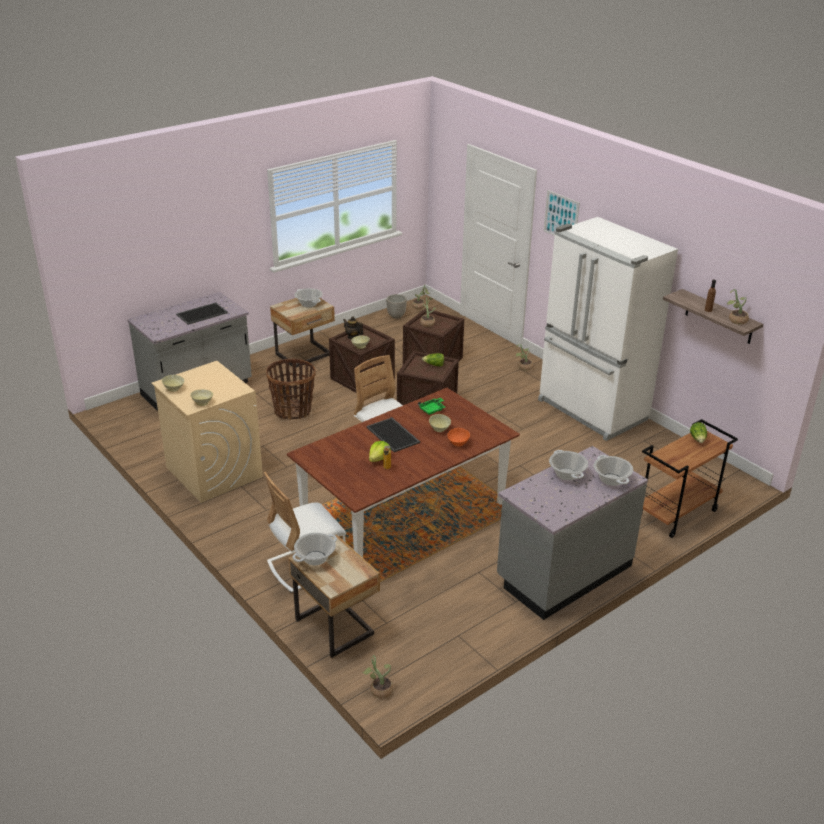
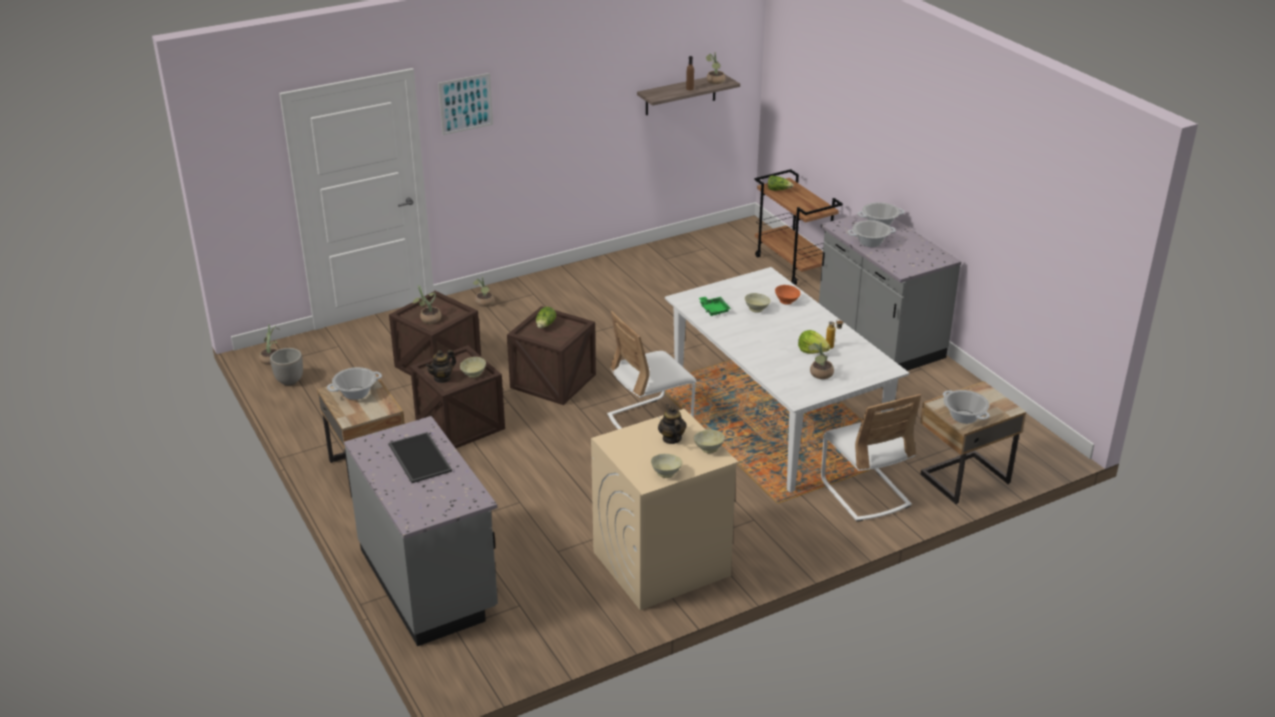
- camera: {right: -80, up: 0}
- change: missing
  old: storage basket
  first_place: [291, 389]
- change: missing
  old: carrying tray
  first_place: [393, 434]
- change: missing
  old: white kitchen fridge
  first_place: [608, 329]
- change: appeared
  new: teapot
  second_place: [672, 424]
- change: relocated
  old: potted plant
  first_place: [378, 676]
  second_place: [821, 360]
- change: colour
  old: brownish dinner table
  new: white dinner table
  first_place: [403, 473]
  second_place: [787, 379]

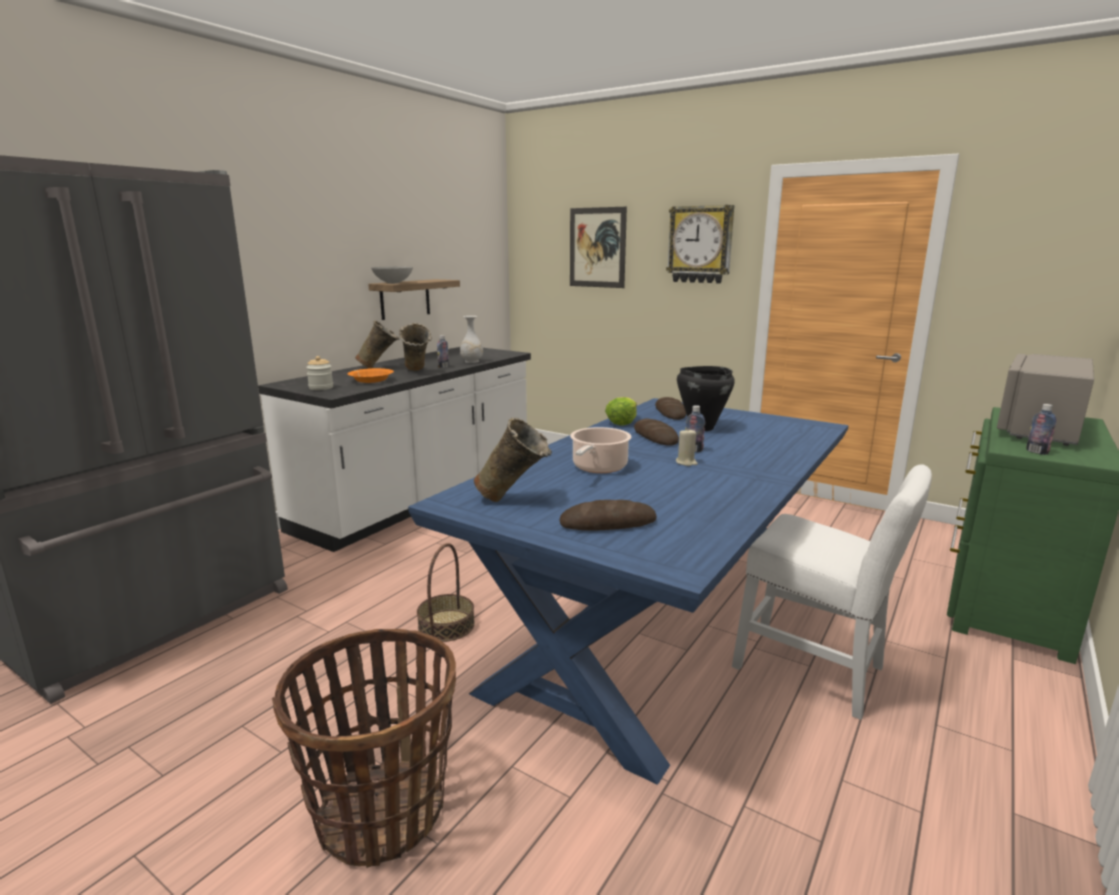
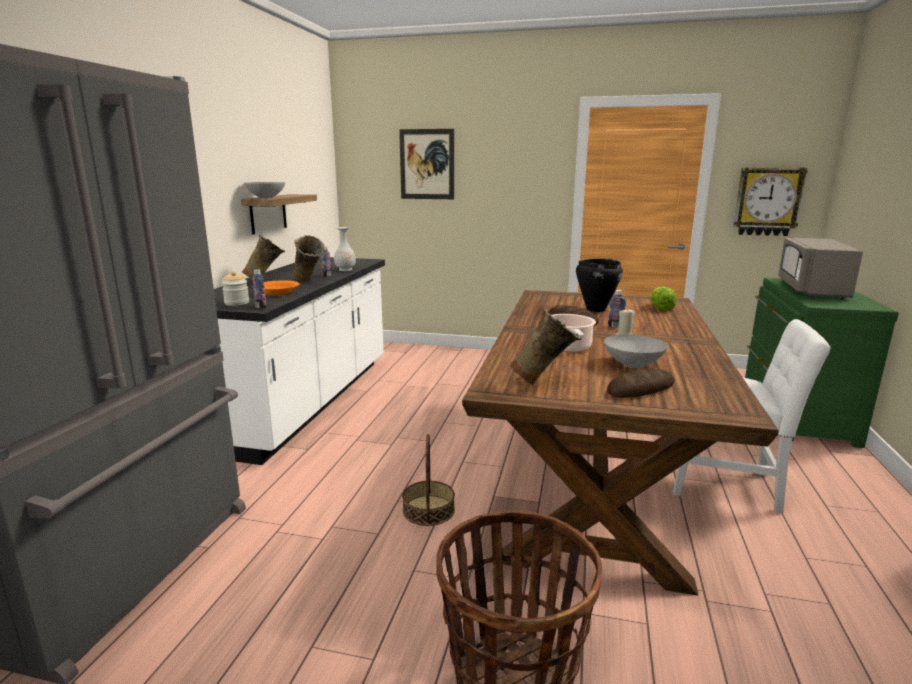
- camera: {right: -20, up: 0}
- change: missing
  old: baked bread
  first_place: [671, 408]
- change: appeared
  new: grey serving bowl
  second_place: [636, 351]
- change: relocated
  old: lettuce
  first_place: [621, 411]
  second_place: [663, 298]
- change: relocated
  old: clock on the wall
  first_place: [700, 244]
  second_place: [770, 202]
- change: relocated
  old: bottle
  first_place: [1041, 429]
  second_place: [259, 289]
- change: colour
  old: blue dinner table
  new: brownish dinner table
  first_place: [628, 591]
  second_place: [620, 443]

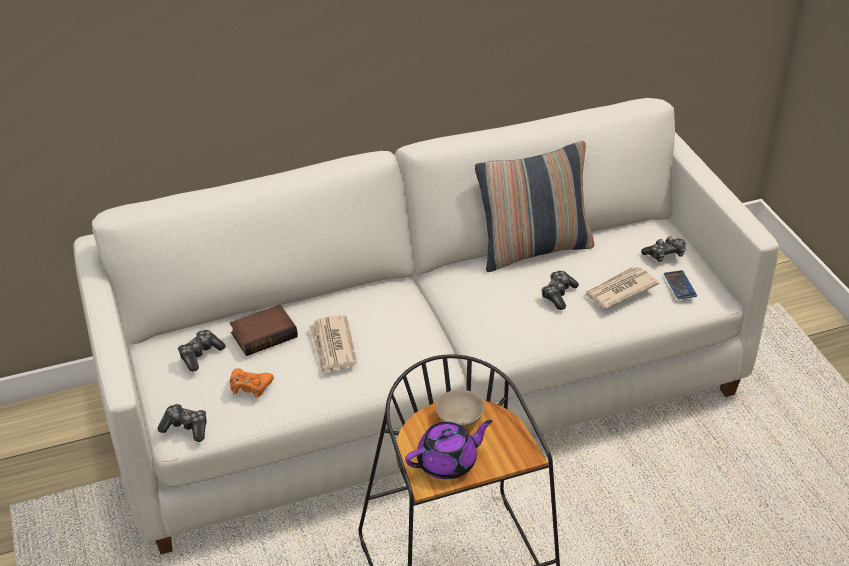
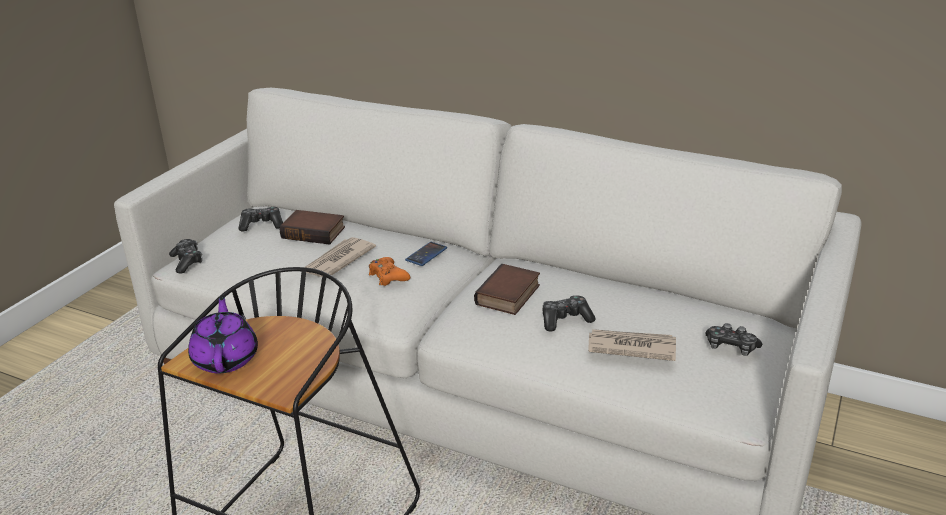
- camera: {right: 45, up: -10}
- change: missing
  old: beige serving bowl
  first_place: [460, 408]
- change: missing
  old: pillow
  first_place: [534, 206]
- change: appeared
  new: bound book
  second_place: [507, 289]
- change: relocated
  old: orange joypad
  first_place: [252, 383]
  second_place: [389, 271]
- change: relocated
  old: telephone
  first_place: [680, 284]
  second_place: [426, 254]
- change: spun
  old: purplish teapot
  first_place: [448, 449]
  second_place: [223, 334]
  degrees: -120

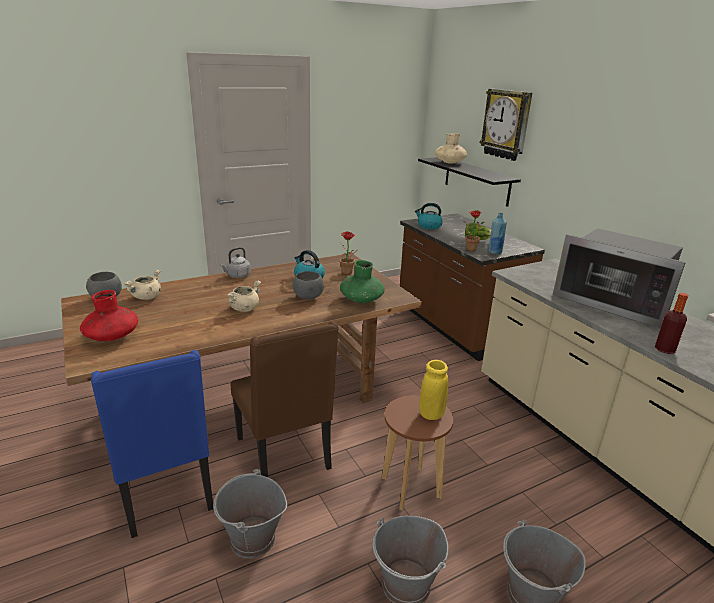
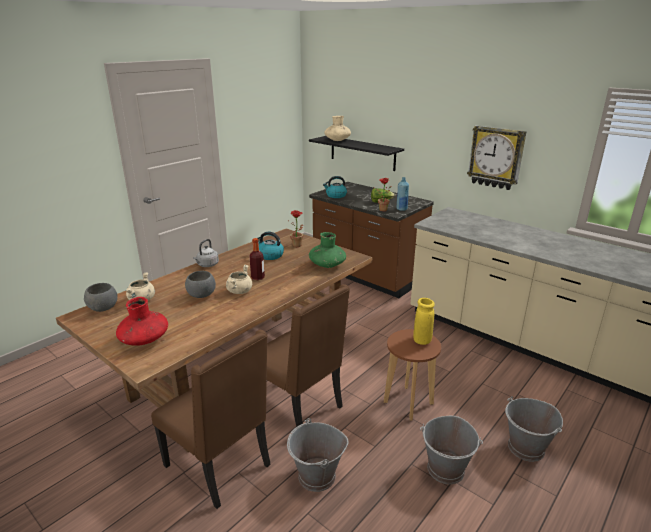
- camera: {right: -20, up: 0}
- change: missing
  old: microwave
  first_place: [619, 278]
- change: relocated
  old: grey serving bowl
  first_place: [308, 285]
  second_place: [200, 284]
- change: relocated
  old: clock on the wall
  first_place: [506, 125]
  second_place: [497, 157]
- change: relocated
  old: bottle
  first_place: [671, 323]
  second_place: [257, 259]
- change: colour
  old: blue plain chair
  new: brownish plain chair
  first_place: [152, 444]
  second_place: [210, 419]

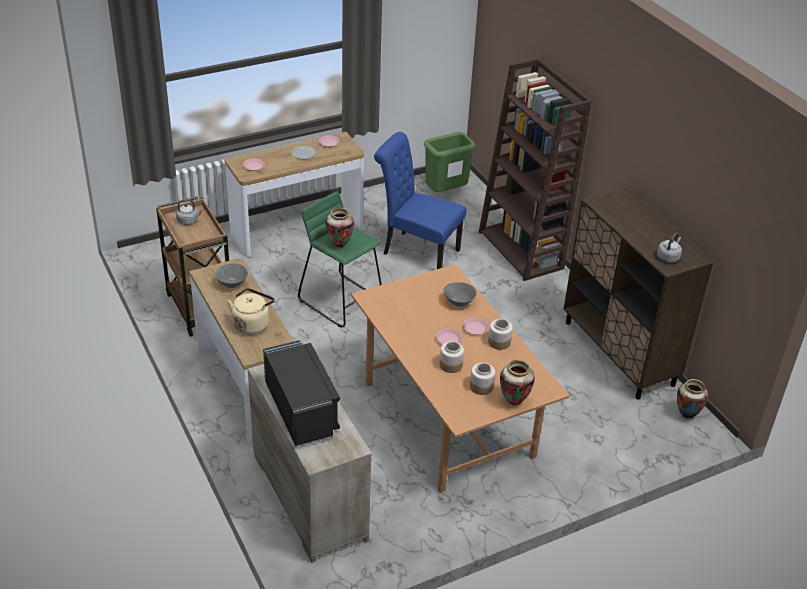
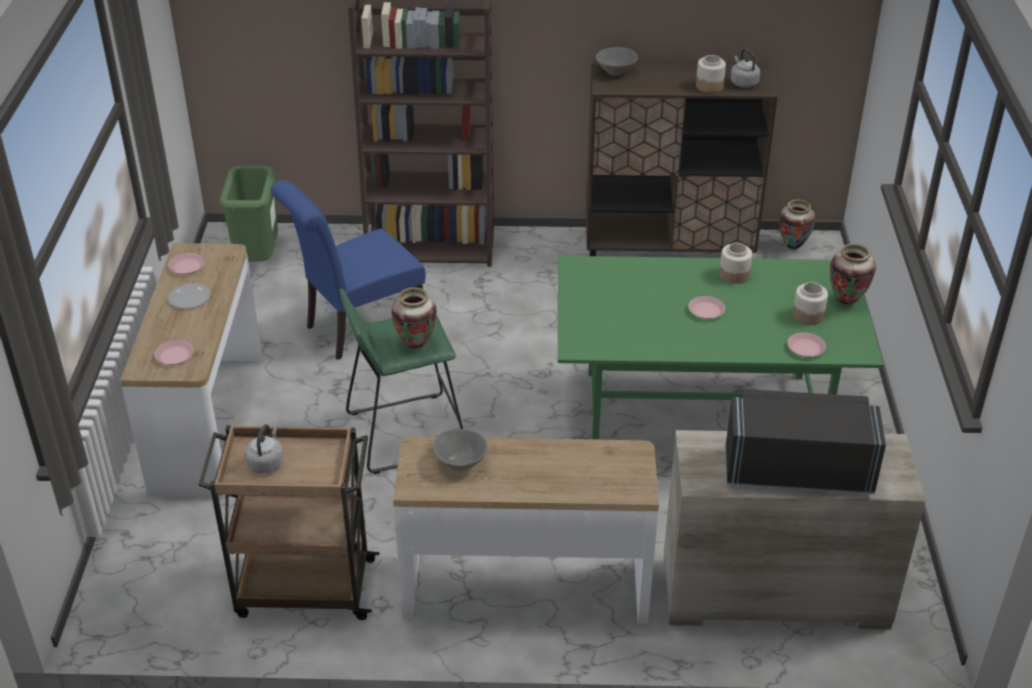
- camera: {right: -60, up: 0}
- change: missing
  old: beige kettle
  first_place: [251, 311]
- change: relocated
  old: storage jar
  first_place: [452, 357]
  second_place: [711, 74]
- change: relocated
  old: grey serving bowl
  first_place: [460, 294]
  second_place: [617, 61]
- change: relocated
  old: pink-coloured plate
  first_place: [475, 326]
  second_place: [806, 345]
- change: colour
  old: brownish dinner table
  new: green dinner table
  first_place: [460, 378]
  second_place: [721, 348]

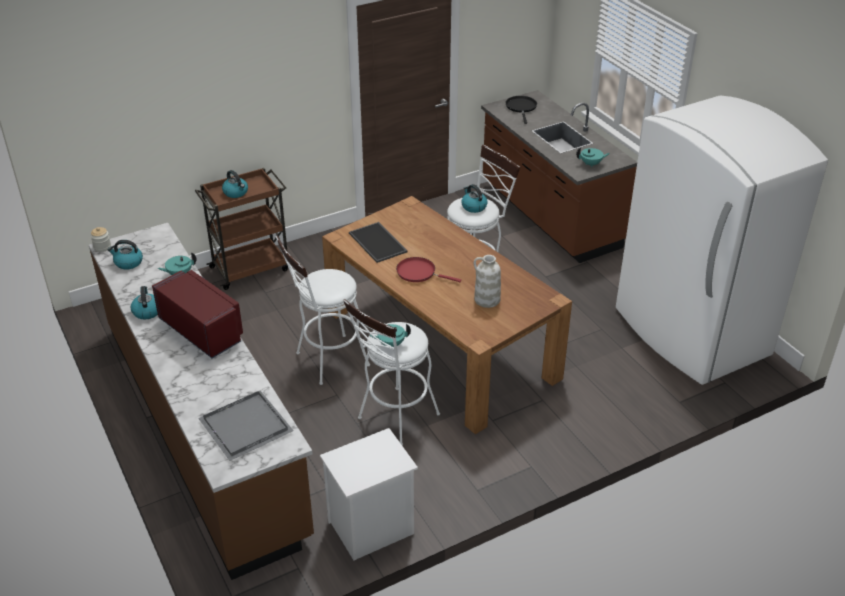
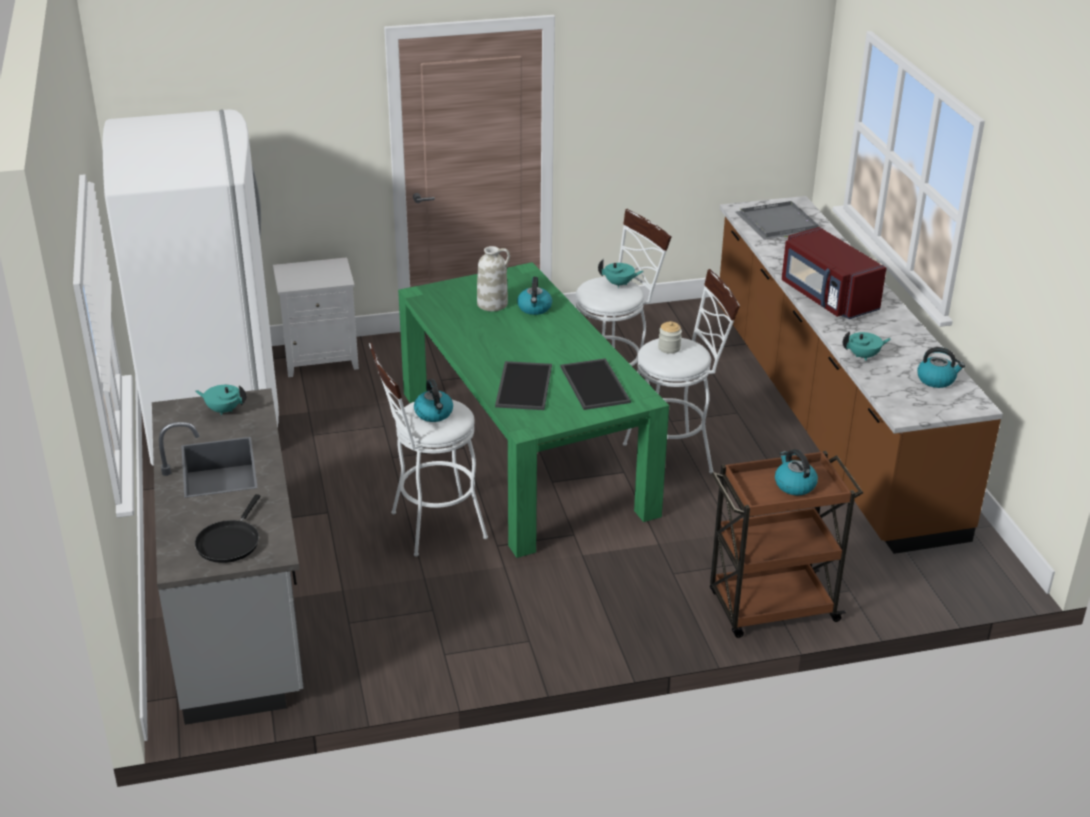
- camera: {right: -165, up: -5}
- change: missing
  old: reddish frying pan
  first_place: [428, 269]
- change: appeared
  new: carrying tray
  second_place: [523, 385]
- change: relocated
  old: storage jar
  first_place: [100, 239]
  second_place: [670, 337]
- change: relocated
  old: kettle
  first_place: [144, 302]
  second_place: [534, 296]
- change: relocated
  old: white bedside table
  first_place: [369, 494]
  second_place: [316, 317]
- change: colour
  old: brownish dinner table
  new: green dinner table
  first_place: [447, 315]
  second_place: [533, 410]
- change: colour
  old: brownish counter
  new: grey counter
  first_place: [559, 176]
  second_place: [228, 556]

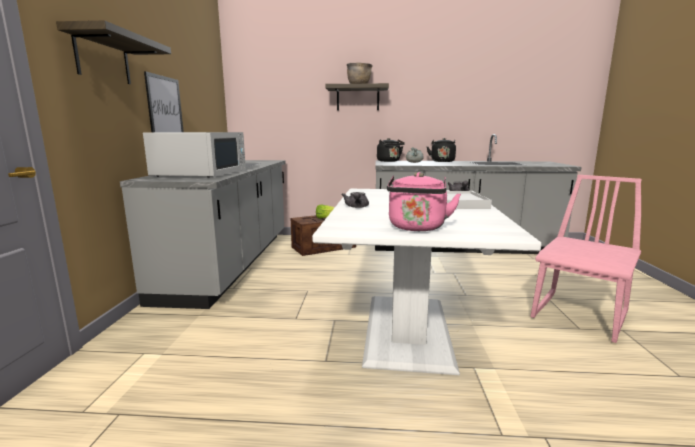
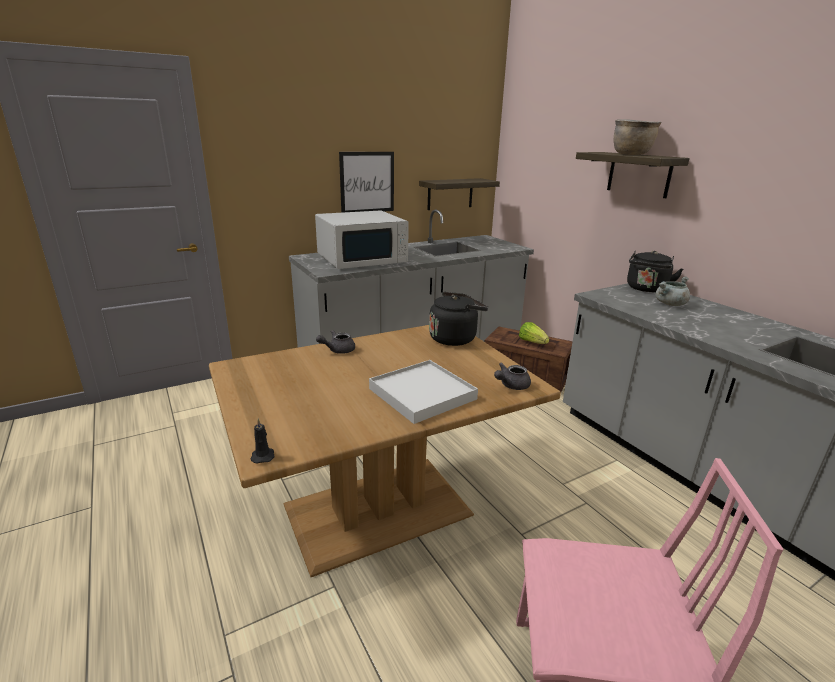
- camera: {right: 55, up: 10}
- change: missing
  old: pink-coloured kettle
  first_place: [424, 201]
- change: appeared
  new: black wax light
  second_place: [262, 441]
- change: relocated
  old: bracket shelf
  first_place: [113, 52]
  second_place: [459, 194]
- change: relocated
  old: black kettle
  first_place: [441, 150]
  second_place: [458, 319]
- change: colour
  old: white dinner table
  new: brownish dinner table
  first_place: [427, 282]
  second_place: [385, 451]

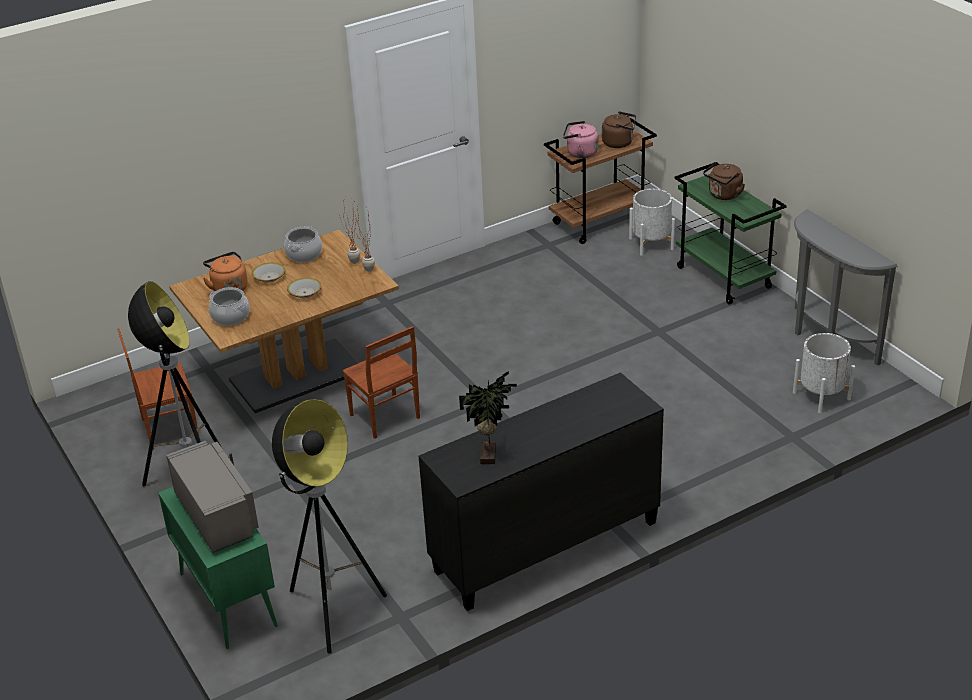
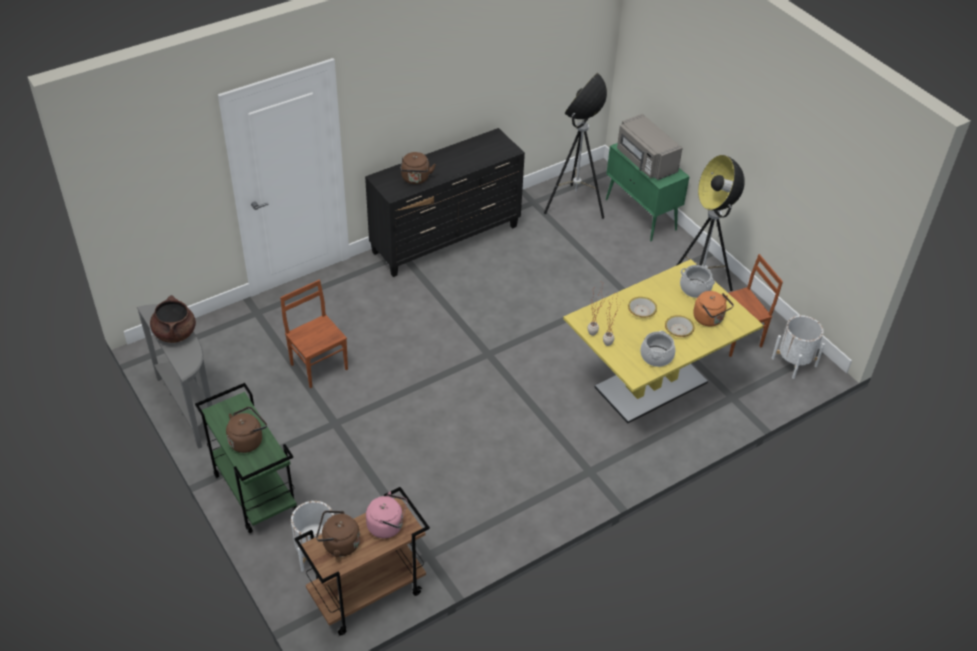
- camera: {right: 175, up: 10}
- change: missing
  old: potted plant
  first_place: [488, 417]
- change: appeared
  new: brownish stockpot
  second_place: [173, 319]
- change: appeared
  new: brownish kettle
  second_place: [418, 168]
- change: relocated
  old: brownish plain chair
  first_place: [381, 382]
  second_place: [314, 334]
- change: relocated
  old: white plant pot
  first_place: [824, 373]
  second_place: [798, 347]
- change: colour
  old: brownish dinner table
  new: yellow-coloured dinner table
  first_place: [284, 321]
  second_place: [663, 341]

